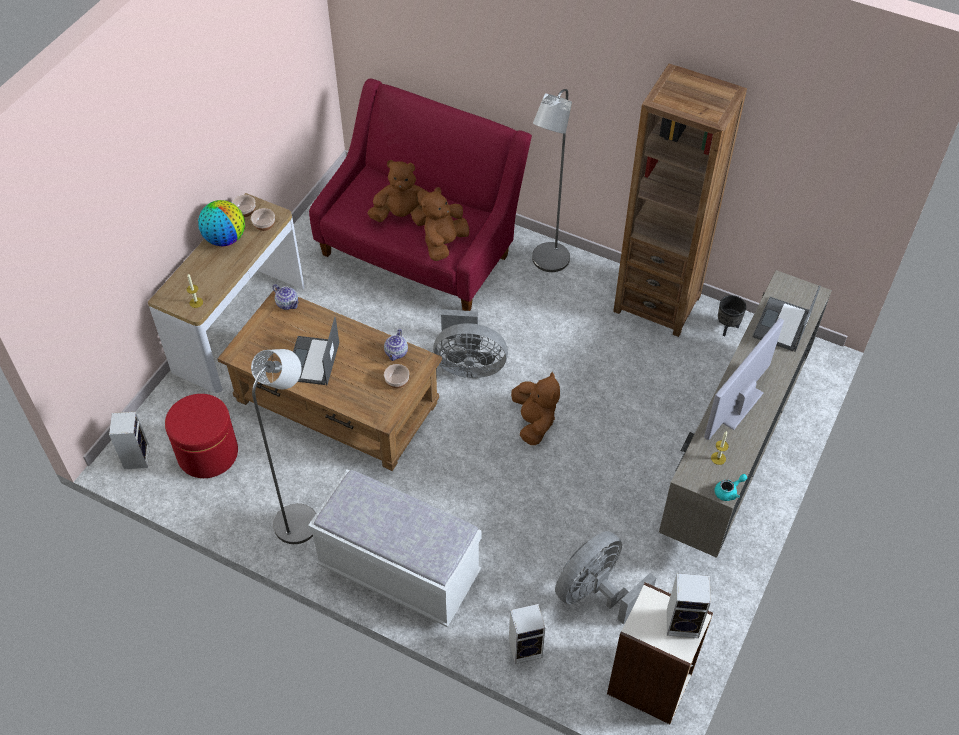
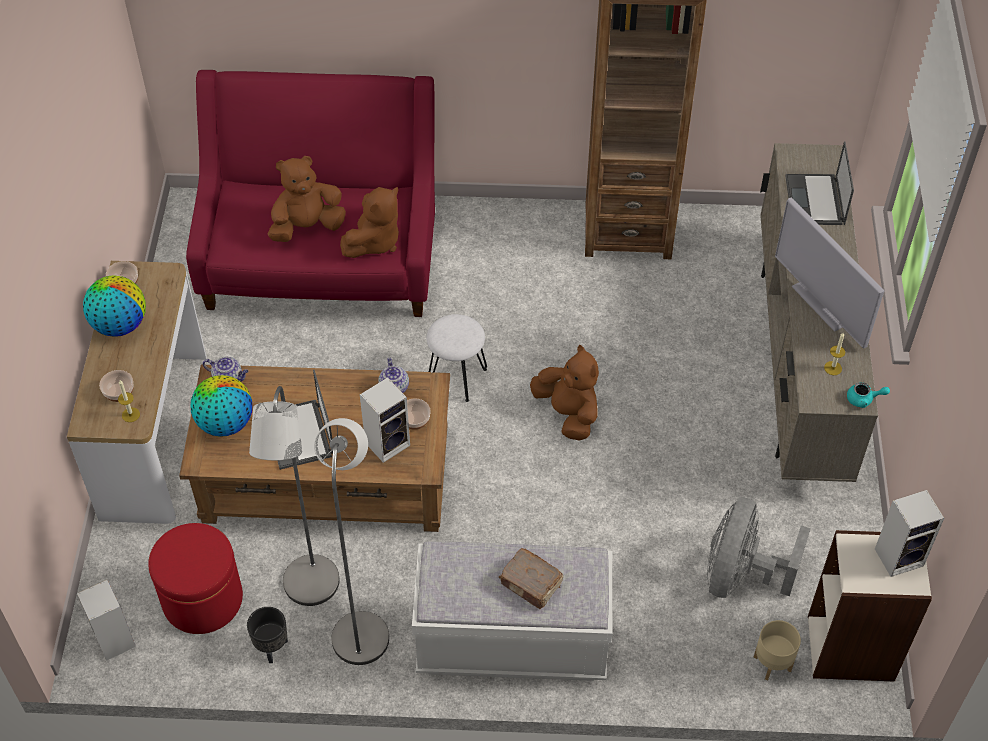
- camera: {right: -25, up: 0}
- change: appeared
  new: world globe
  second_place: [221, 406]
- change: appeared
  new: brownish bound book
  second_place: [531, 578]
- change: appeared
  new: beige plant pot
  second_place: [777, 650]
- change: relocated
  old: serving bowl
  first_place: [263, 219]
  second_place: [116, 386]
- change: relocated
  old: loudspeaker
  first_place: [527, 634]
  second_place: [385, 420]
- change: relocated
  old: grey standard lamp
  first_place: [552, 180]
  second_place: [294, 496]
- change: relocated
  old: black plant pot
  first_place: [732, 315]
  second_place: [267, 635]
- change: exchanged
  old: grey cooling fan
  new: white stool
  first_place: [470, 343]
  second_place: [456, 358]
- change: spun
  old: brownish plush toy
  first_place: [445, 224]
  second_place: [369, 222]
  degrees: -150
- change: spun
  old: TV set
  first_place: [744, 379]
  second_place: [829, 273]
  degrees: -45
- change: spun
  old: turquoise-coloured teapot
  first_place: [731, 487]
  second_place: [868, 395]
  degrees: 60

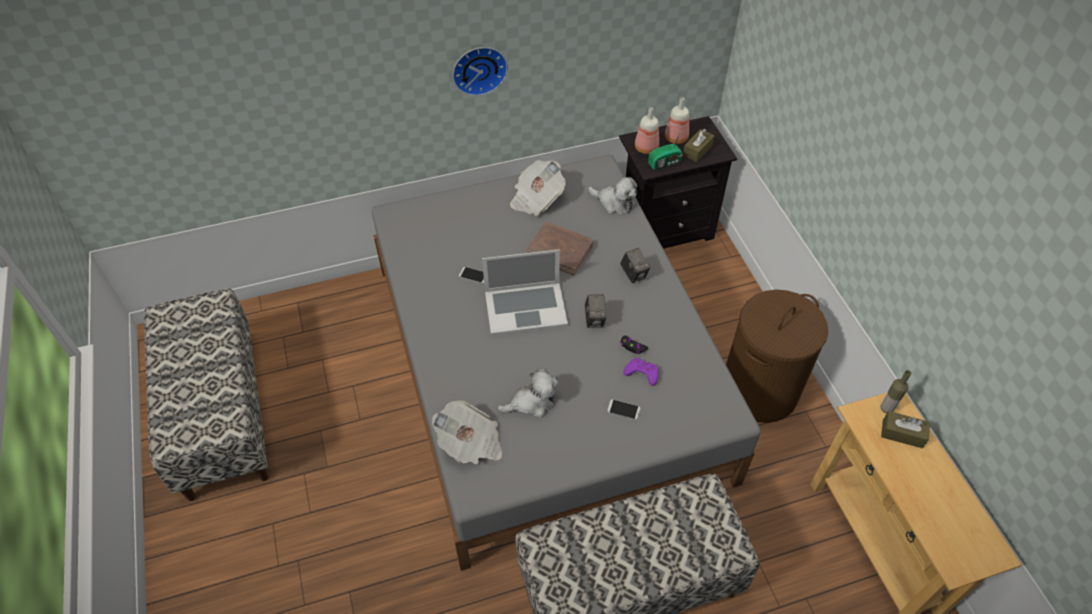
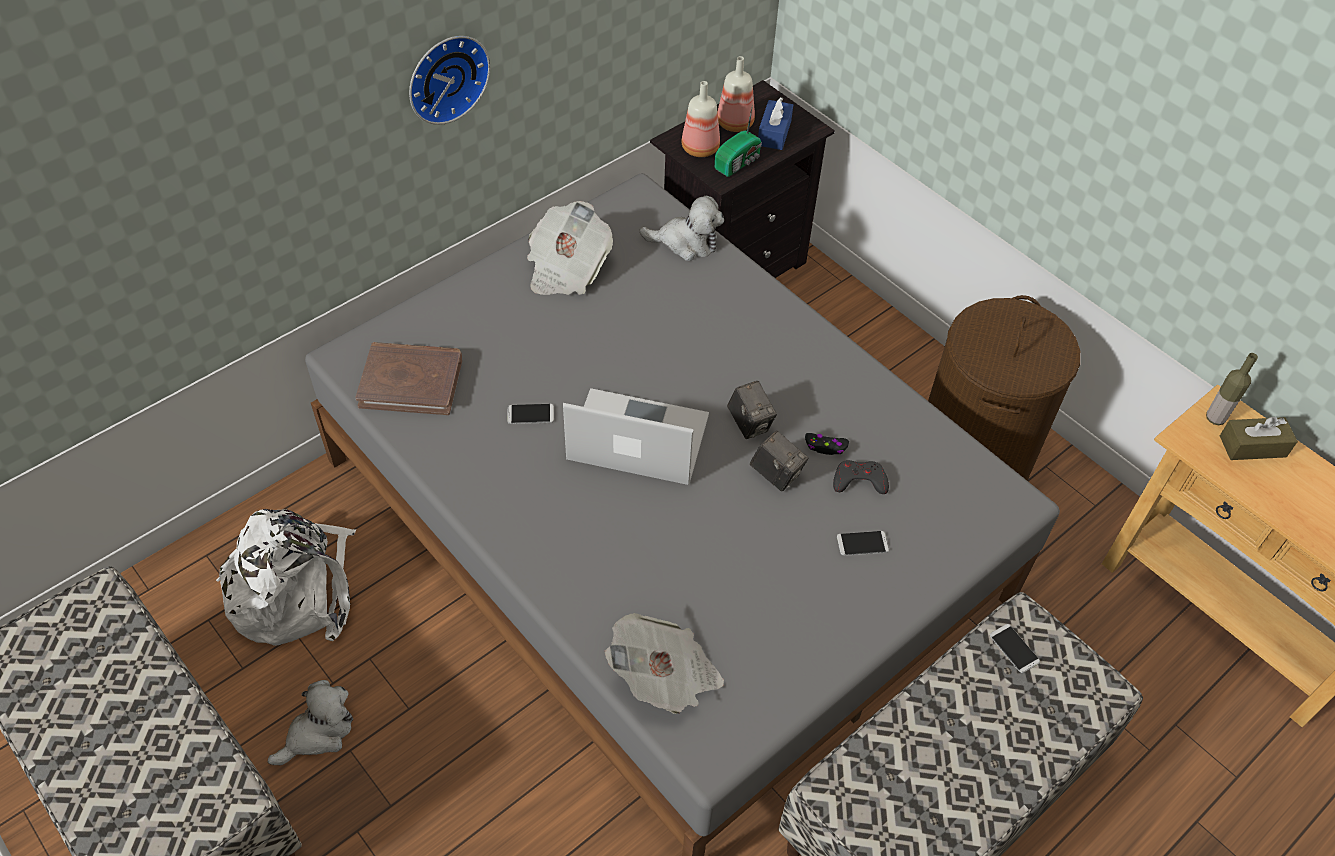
- camera: {right: -25, up: 0}
- change: appeared
  new: white rucksack
  second_place: [286, 577]
- change: appeared
  new: telephone
  second_place: [1015, 648]
- change: relocated
  old: plush toy
  first_place: [528, 393]
  second_place: [310, 722]
- change: relocated
  old: brownish bound book
  first_place: [559, 248]
  second_place: [408, 378]
- change: relocated
  old: still camera
  first_place: [635, 265]
  second_place: [779, 461]
- change: colour
  old: purplish joypad
  new: grey joypad
  first_place: [641, 372]
  second_place: [861, 477]
- change: colour
  old: brownish tissue box
  new: blue tissue box
  first_place: [698, 145]
  second_place: [775, 123]
- change: spun
  old: notebook computer
  first_place: [525, 292]
  second_place: [636, 436]
  degrees: -135

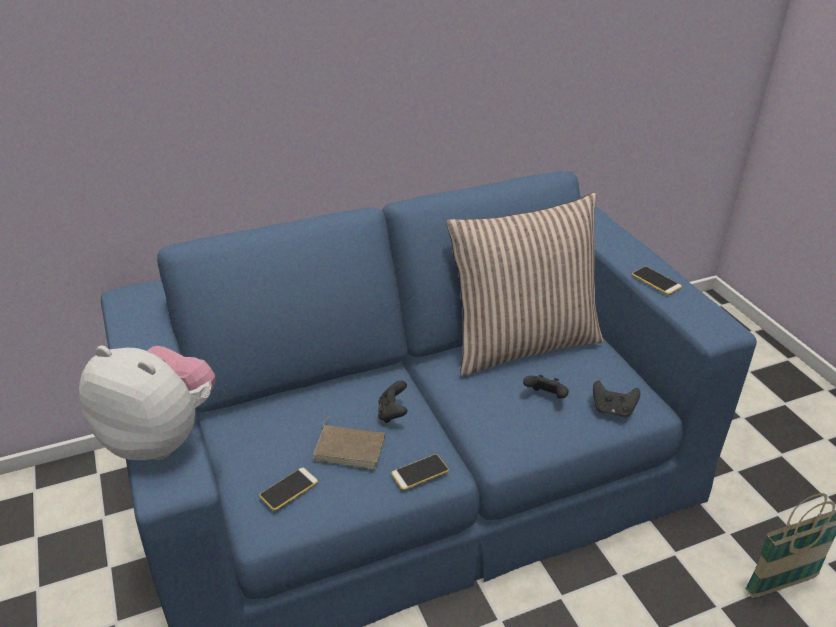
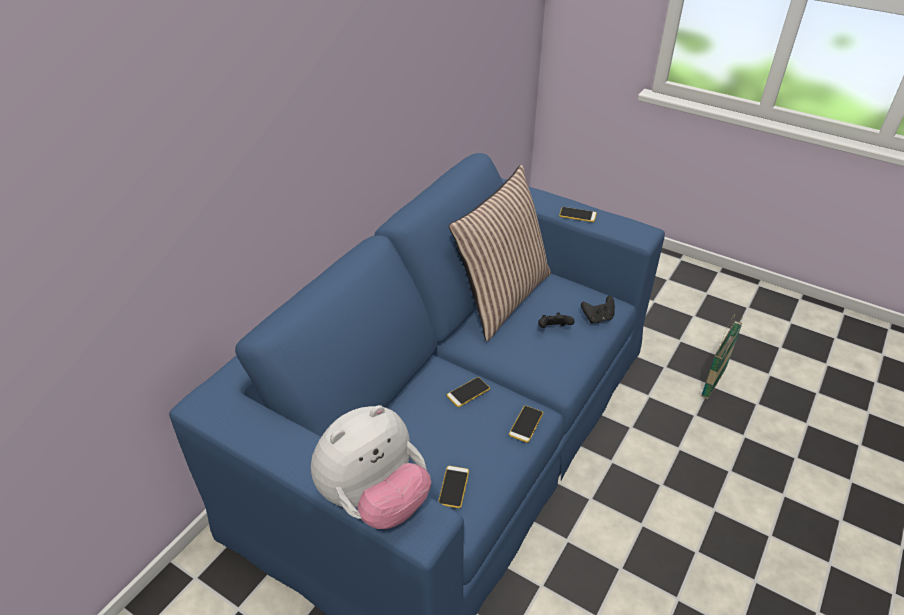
- camera: {right: -35, up: 5}
- change: missing
  old: brownish bound book
  first_place: [349, 442]
- change: exchanged
  old: black joypad
  new: telephone
  first_place: [392, 402]
  second_place: [468, 392]
- change: spun
  old: plush toy
  first_place: [147, 402]
  second_place: [371, 467]
  degrees: 150

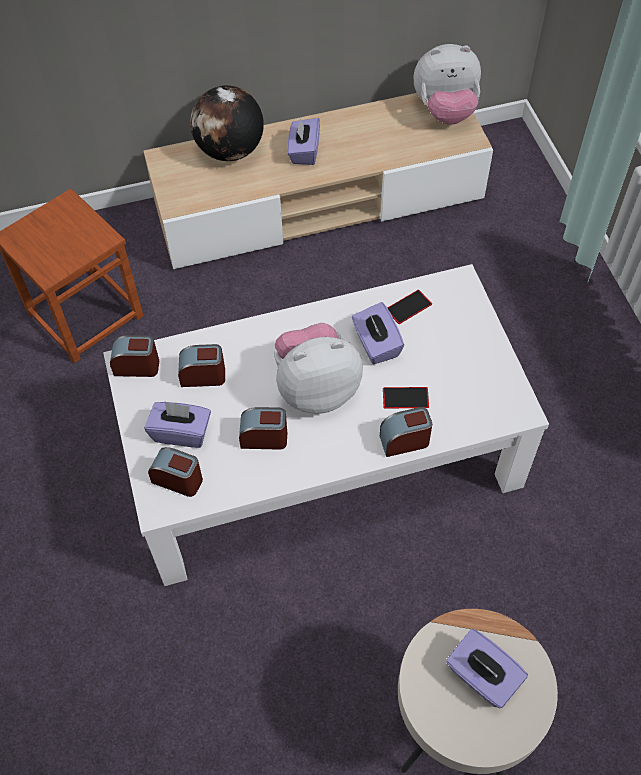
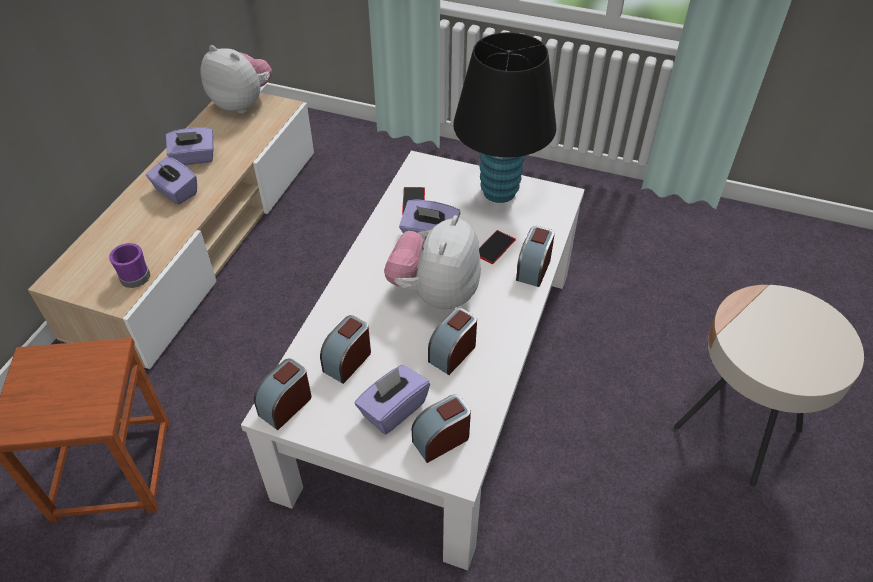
- camera: {right: -55, up: -10}
- change: missing
  old: world globe
  first_place: [227, 123]
- change: appeared
  new: purplish coffee mug
  second_place: [129, 265]
- change: appeared
  new: black tabletop lamp
  second_place: [504, 117]
- change: relocated
  old: purplish tissue box
  first_place: [487, 669]
  second_place: [189, 146]
- change: spun
  old: plush toy
  first_place: [447, 84]
  second_place: [236, 79]
  degrees: -90

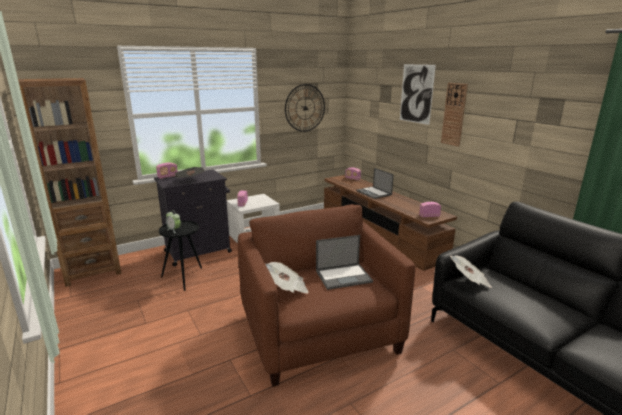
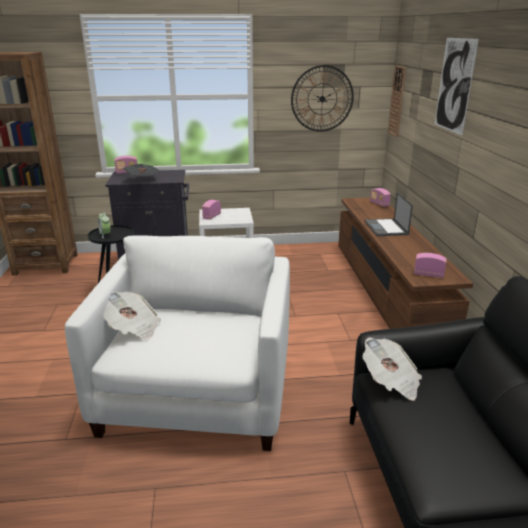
- camera: {right: 25, up: 5}
- change: missing
  old: notebook computer
  first_place: [344, 262]
- change: relocated
  old: clock on the wall
  first_place: [454, 114]
  second_place: [397, 101]
- change: colour
  old: brownish easy chair
  new: white easy chair
  first_place: [326, 295]
  second_place: [177, 343]

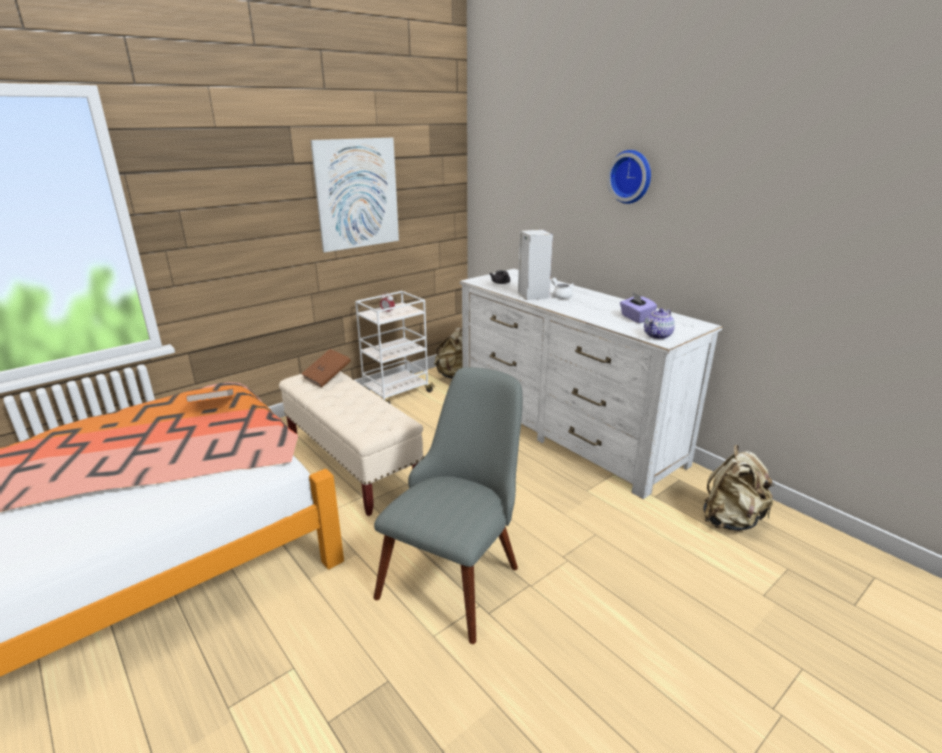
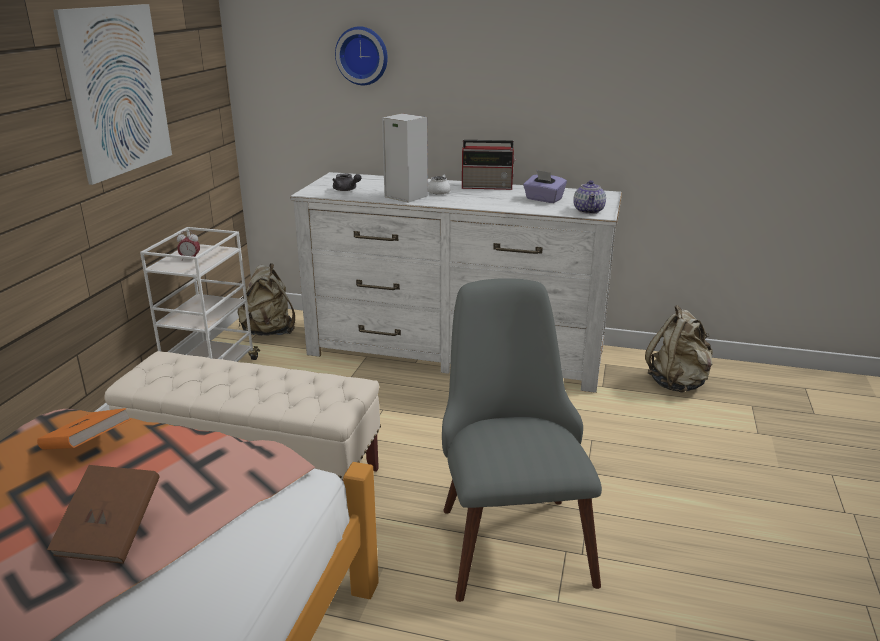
- camera: {right: -35, up: 0}
- change: appeared
  new: radio
  second_place: [489, 165]
- change: relocated
  old: brownish bound book
  first_place: [326, 368]
  second_place: [103, 514]
- change: relocated
  old: clock on the wall
  first_place: [629, 177]
  second_place: [361, 55]

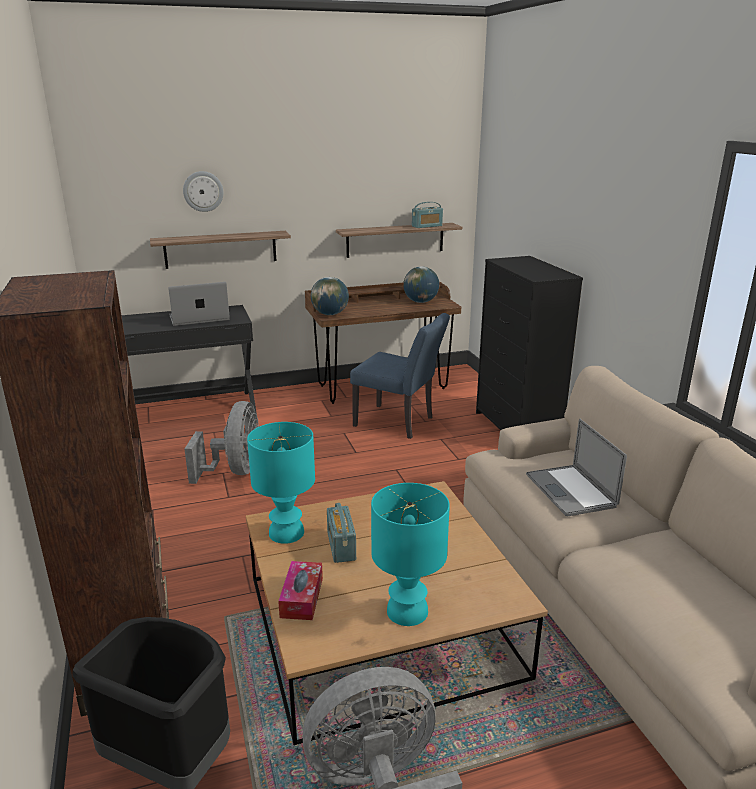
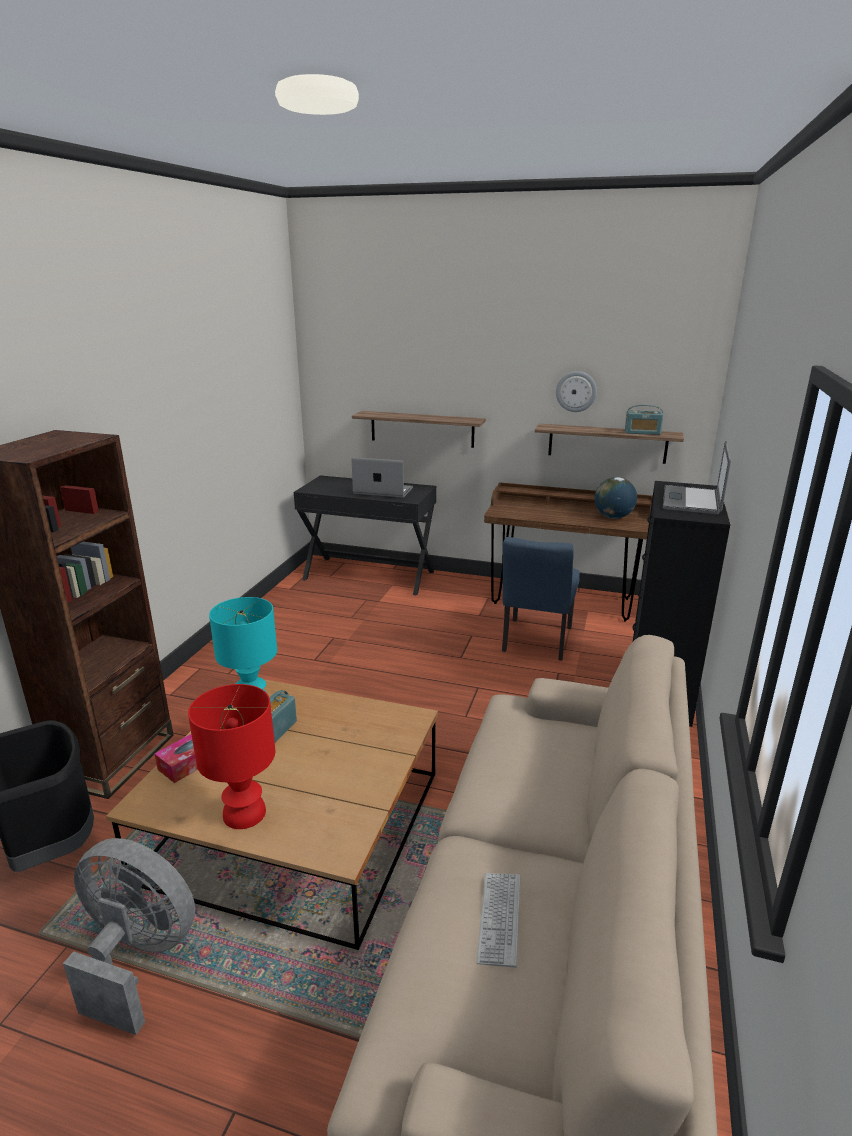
- camera: {right: 35, up: 0}
- change: missing
  old: grey cooling fan
  first_place: [221, 442]
- change: missing
  old: world globe
  first_place: [330, 296]
- change: appeared
  new: computer keyboard
  second_place: [498, 920]
- change: relocated
  old: clock on the wall
  first_place: [203, 191]
  second_place: [576, 391]
- change: relocated
  old: notebook computer
  first_place: [576, 467]
  second_place: [697, 477]
- change: colour
  old: turquoise-coloured tabletop lamp
  new: reddish tabletop lamp
  first_place: [410, 554]
  second_place: [231, 756]
- change: spun
  old: blue plain chair
  first_place: [400, 376]
  second_place: [541, 599]
  degrees: 45

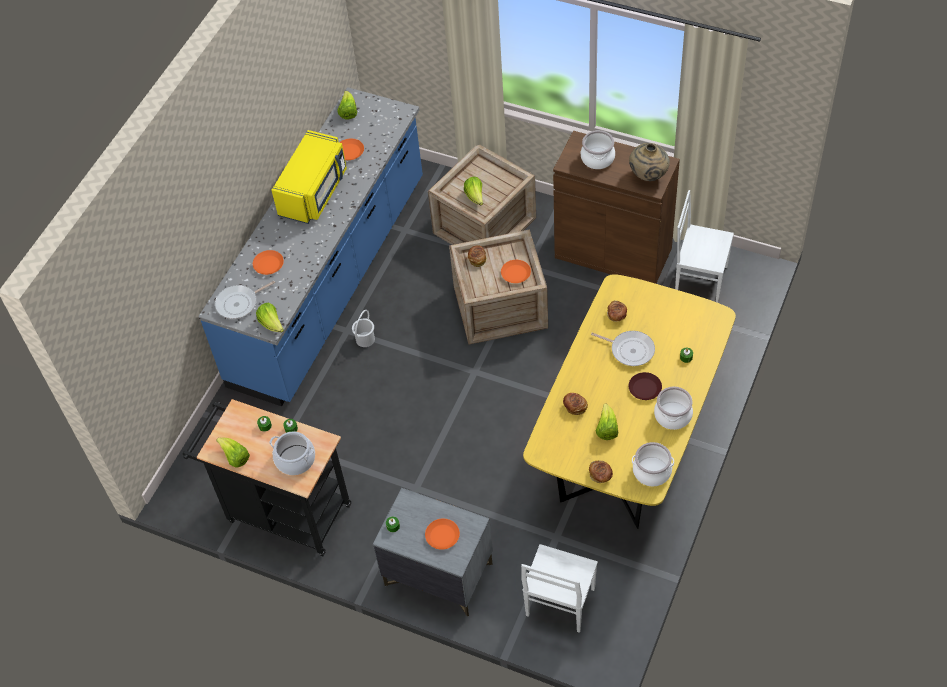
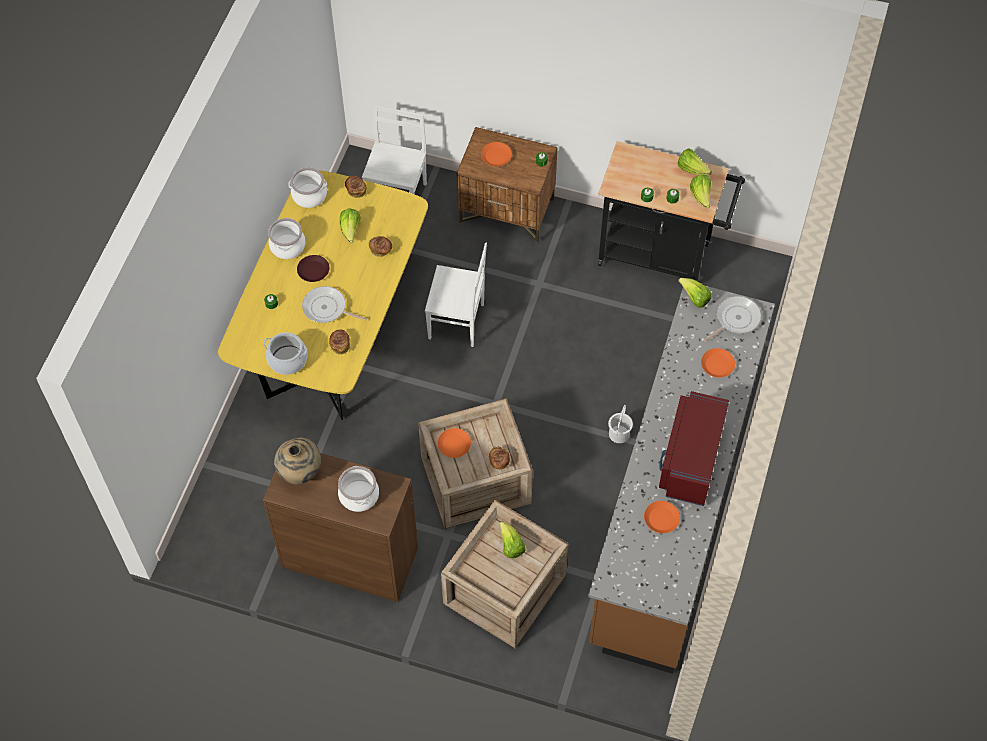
- camera: {right: 170, up: 5}
- change: relocated
  old: stockpot
  first_place: [292, 453]
  second_place: [285, 353]
- change: relocated
  old: lettuce
  first_place: [347, 105]
  second_place: [700, 191]
- change: relocated
  old: white plain chair
  first_place: [704, 246]
  second_place: [456, 294]
- change: colour
  old: blue counter
  new: brownish counter
  first_place: [310, 246]
  second_place: [681, 480]
- change: colour
  old: yellow-coloured microwave
  new: reddish microwave
  first_place: [309, 177]
  second_place: [694, 448]
- change: colour
  old: grey bedside table
  new: brownish bedside table
  first_place: [433, 552]
  second_place: [507, 185]

